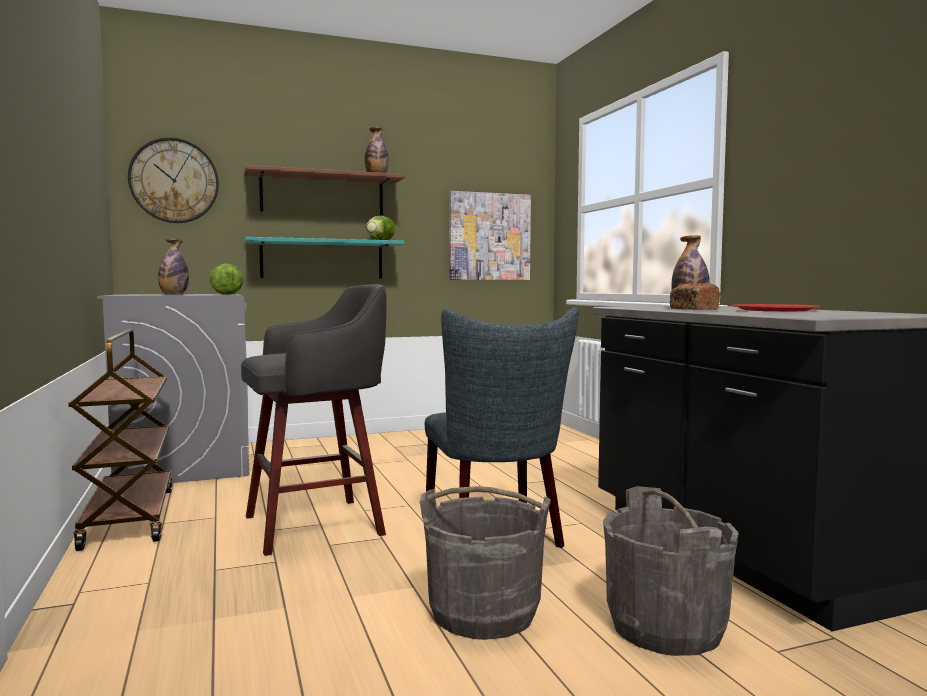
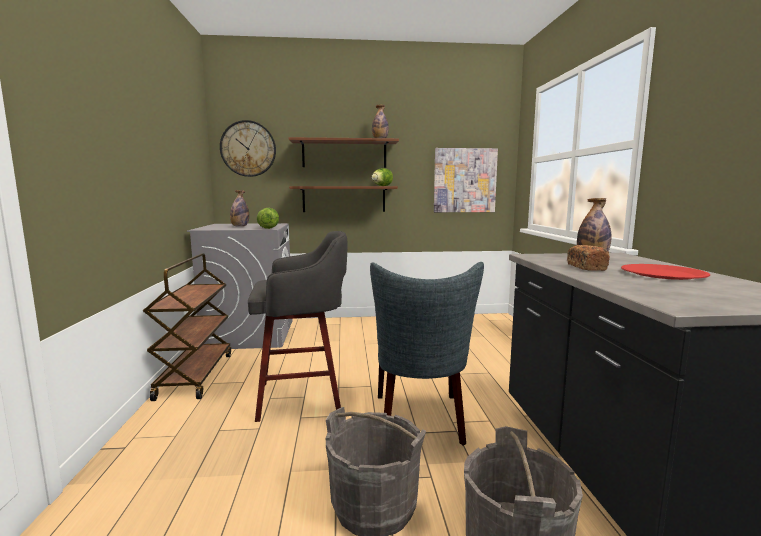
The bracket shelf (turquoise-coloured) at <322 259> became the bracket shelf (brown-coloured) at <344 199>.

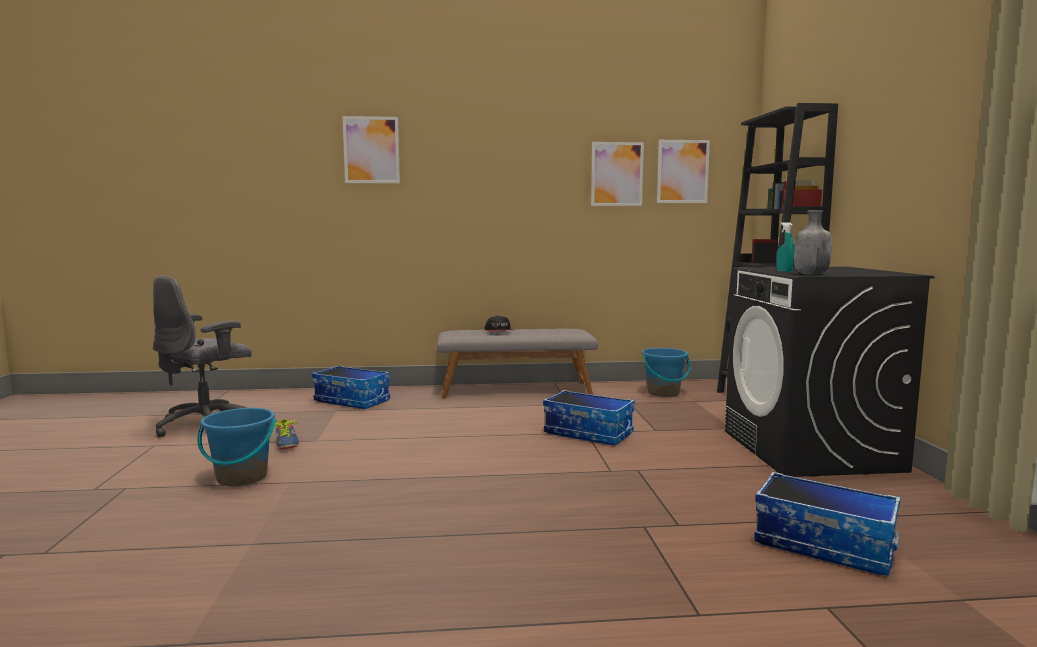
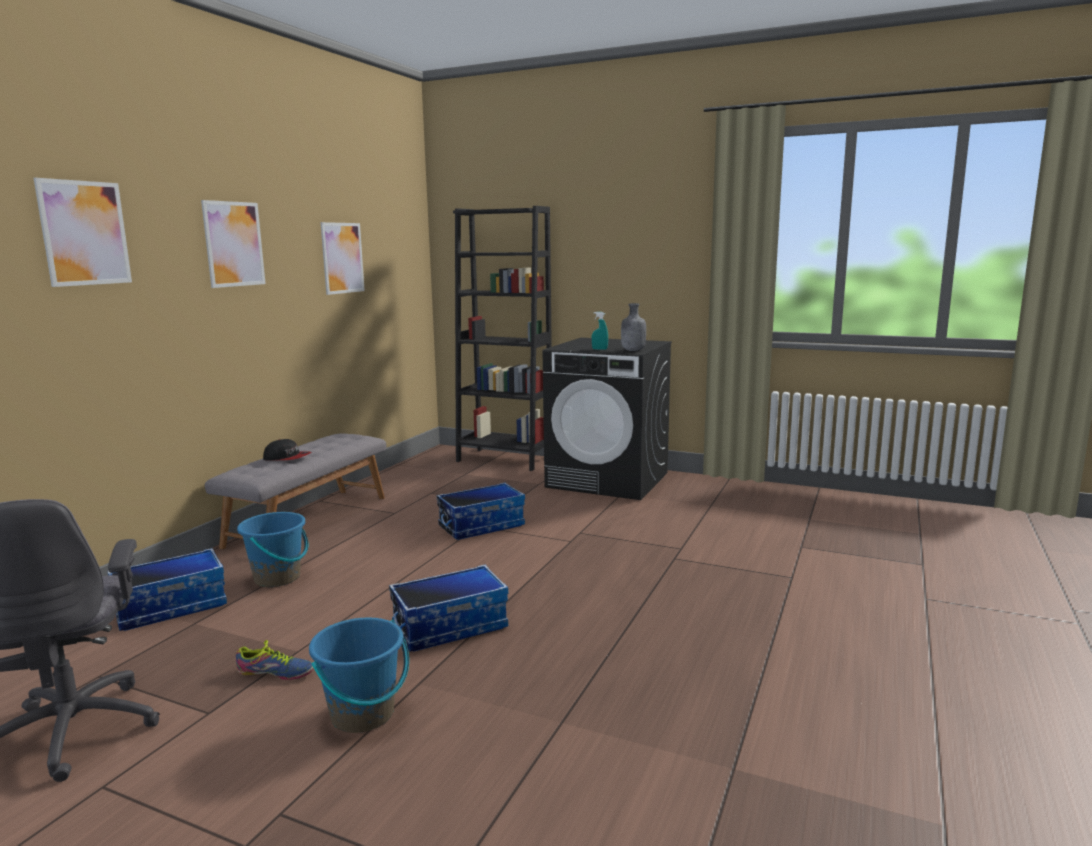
The water bucket (bluish) moved from <663 393> to <277 578>.
The picture moved from <682 171> to <234 244>.
The storage container moved from <825 545> to <450 626>.

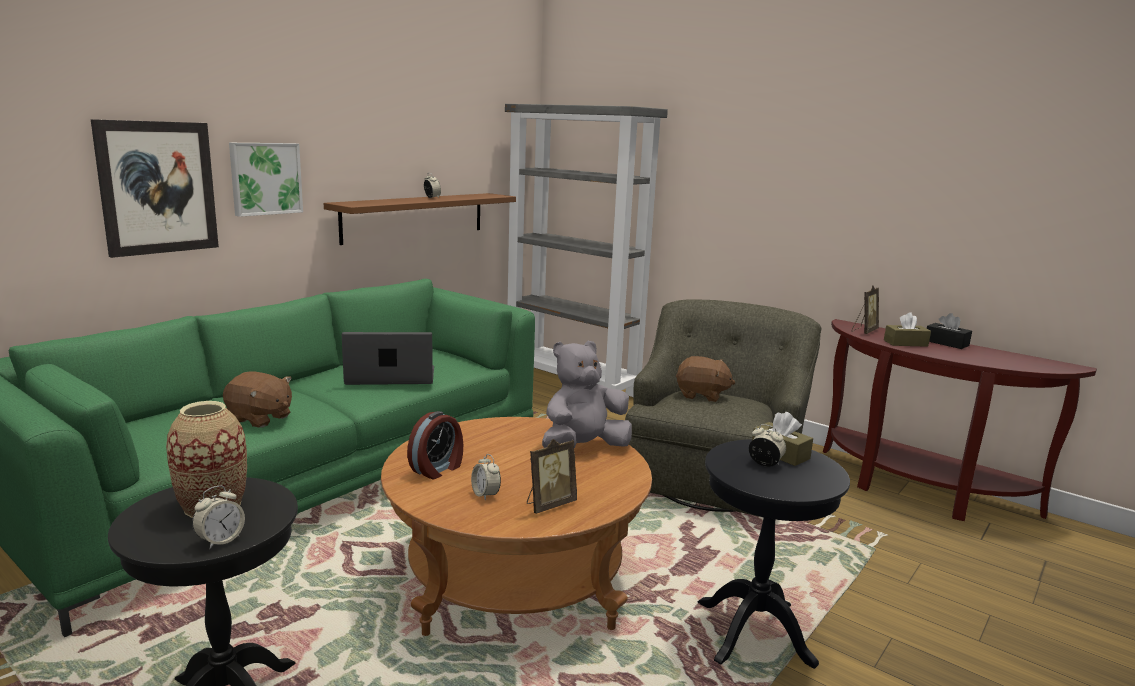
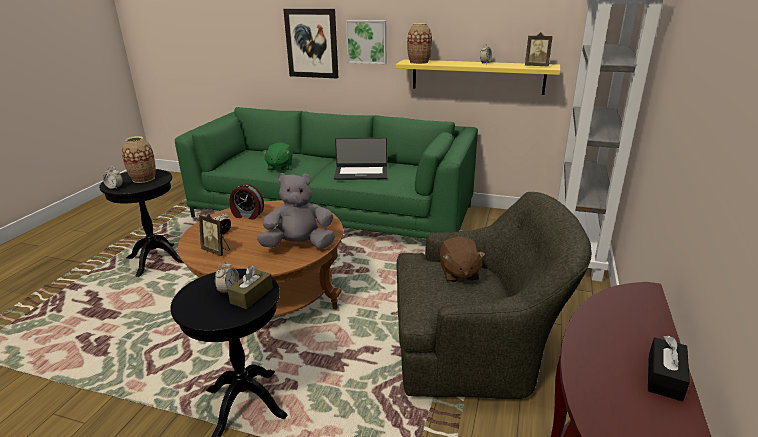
The plush toy (brown-coloured) at <260 418> became the plush toy (green-coloured) at <279 167>.
The bracket shelf (brown-coloured) at <415 217> became the bracket shelf (yellow-coloured) at <477 76>.
The laptop at <390 377> turned 120 degrees clockwise.
The plush toy (grey) at <583 449> turned 45 degrees counterclockwise.
The standing frame moved from <864 331> to <536 66>.
The tissue holder (brown-coloured) at <905 343> disappeared.
The flower vase at <419 62> appeared.

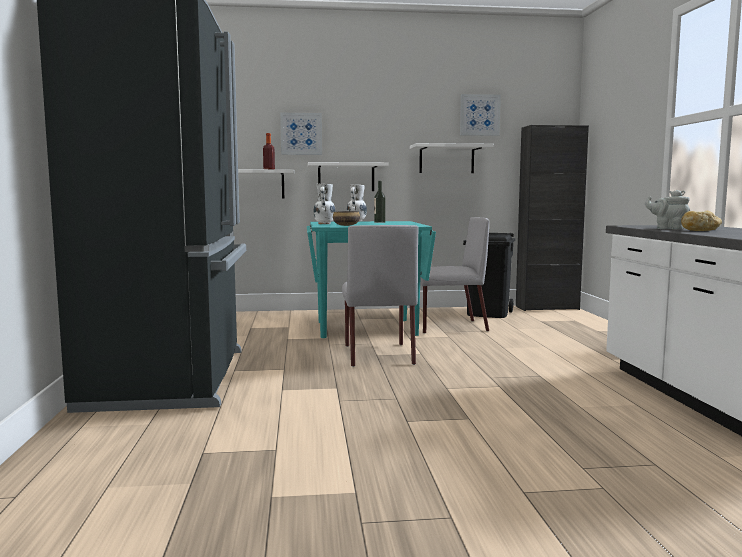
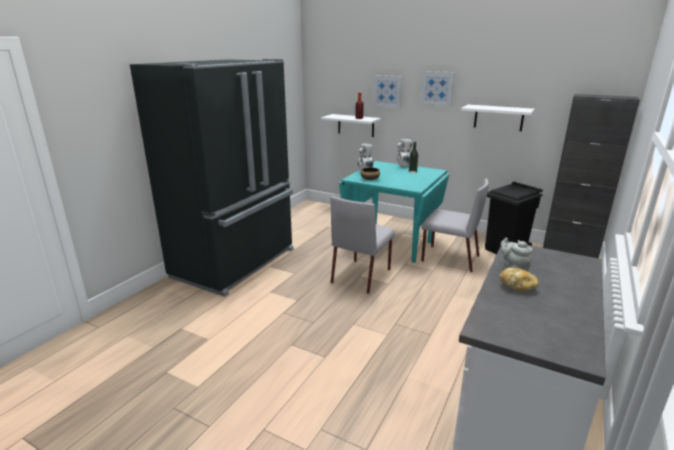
The bracket shelf (whitish) at <346 177> disappeared.
The picture moved from <479 115> to <437 88>.

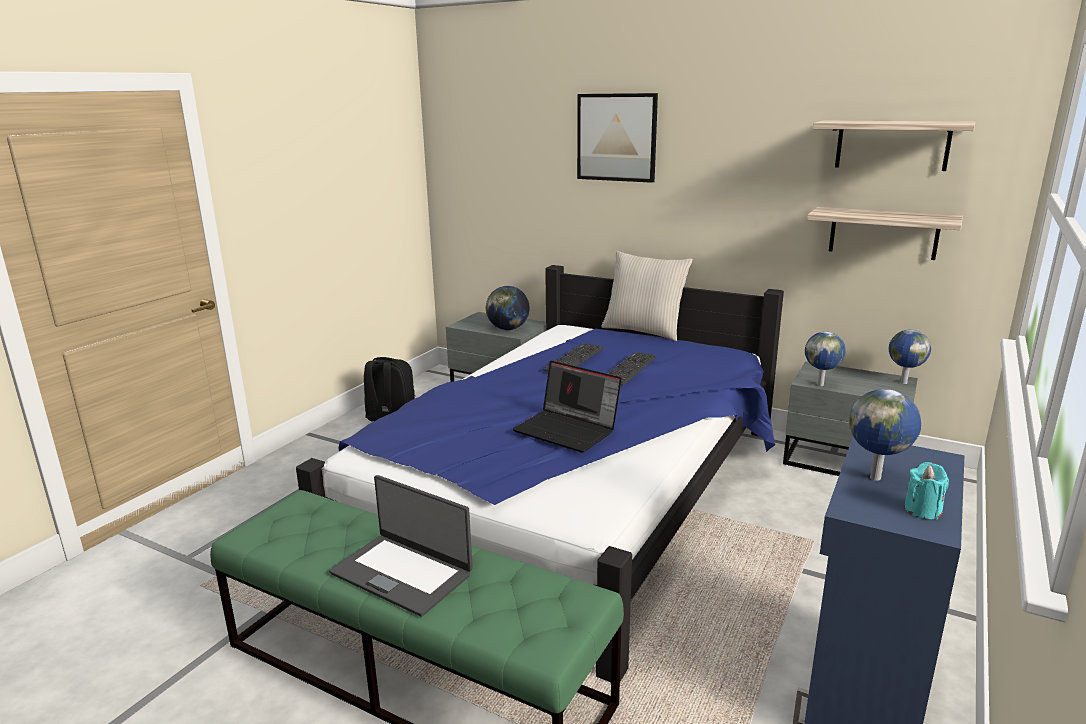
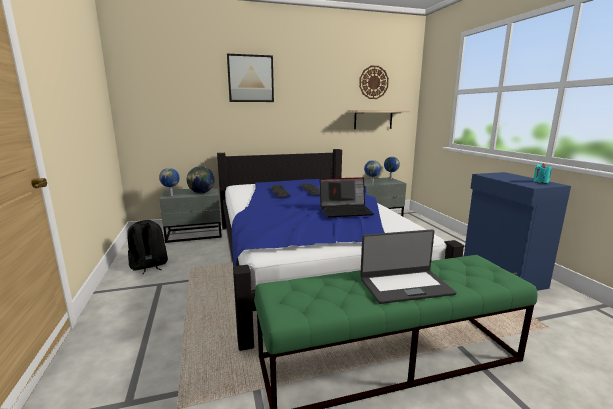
The throw pillow (sand-coloured) at <644 331> disappeared.
The bracket shelf at <892 145> was replaced by the clock on the wall at <373 82>.
The desk globe moved from <877 478> to <171 195>.

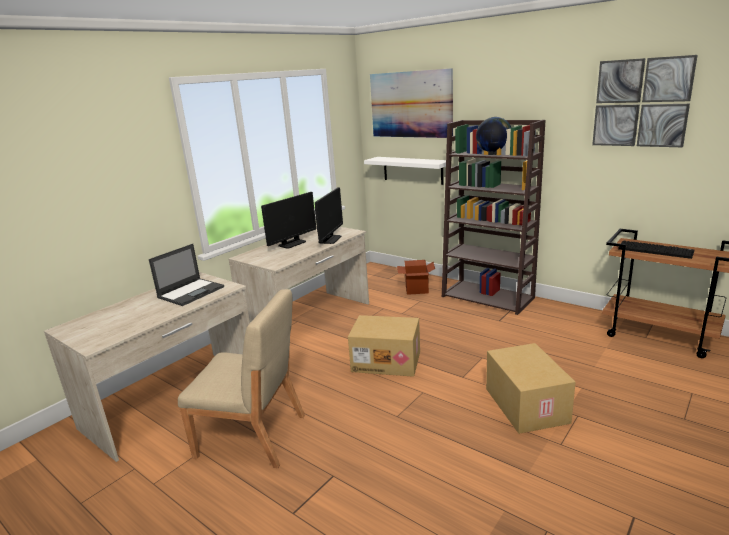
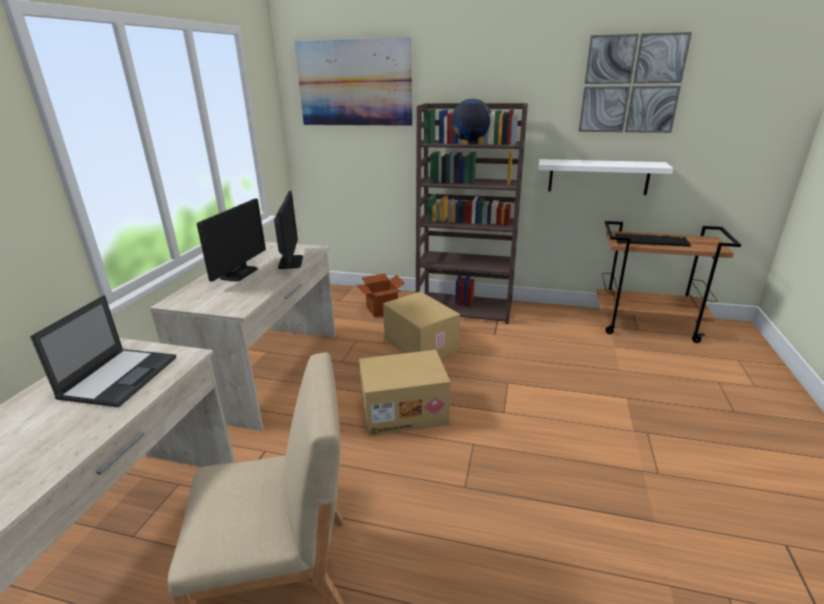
The bracket shelf (whitish) moved from <412 170> to <598 177>.
The carton moved from <524 405> to <419 344>.

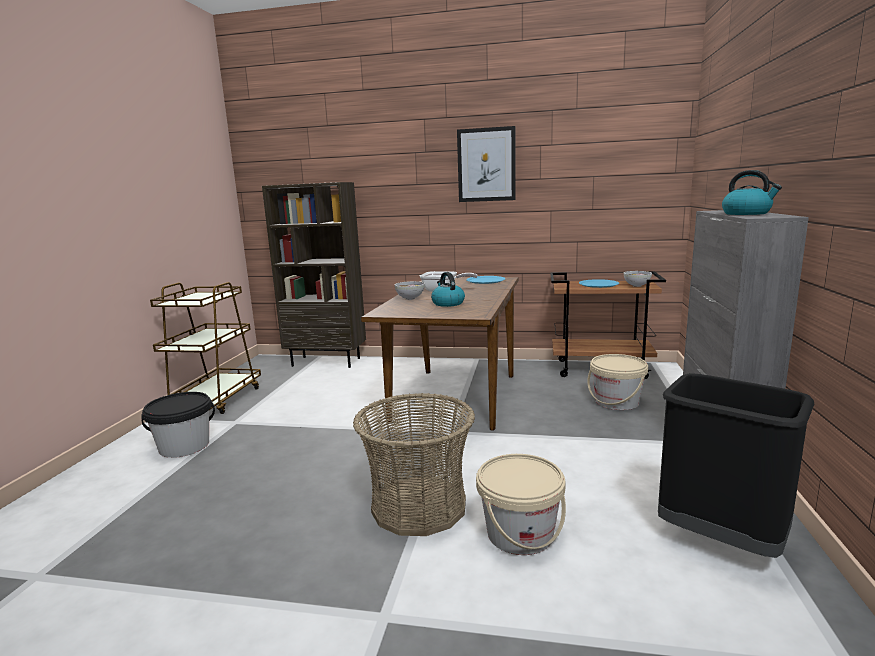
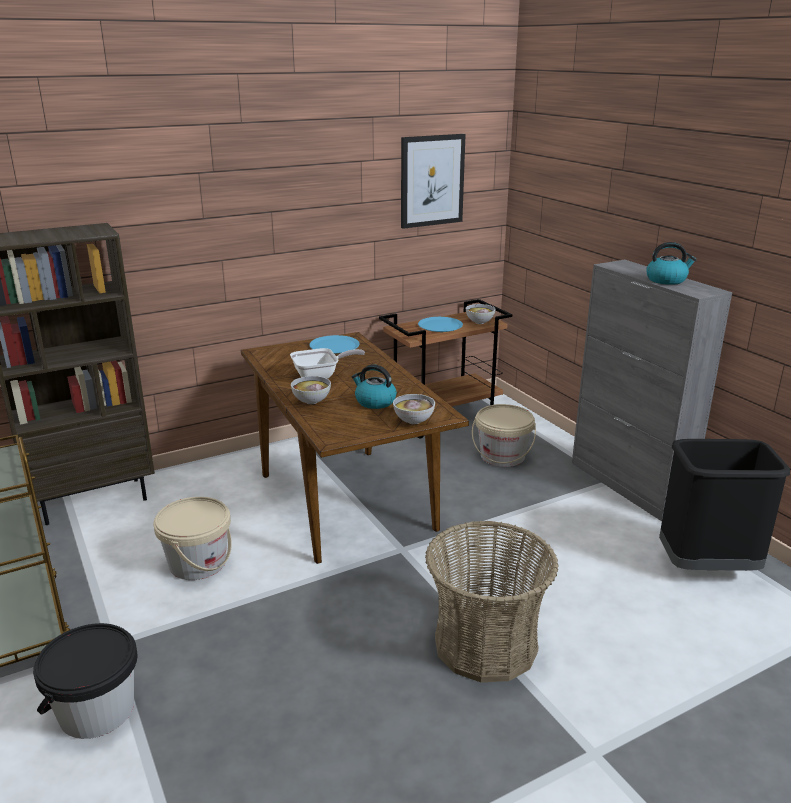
The picture moved from <486 165> to <431 180>.
The water bucket (sand-coloured) moved from <520 534> to <198 563>.
The serving bowl at <414 421> appeared.

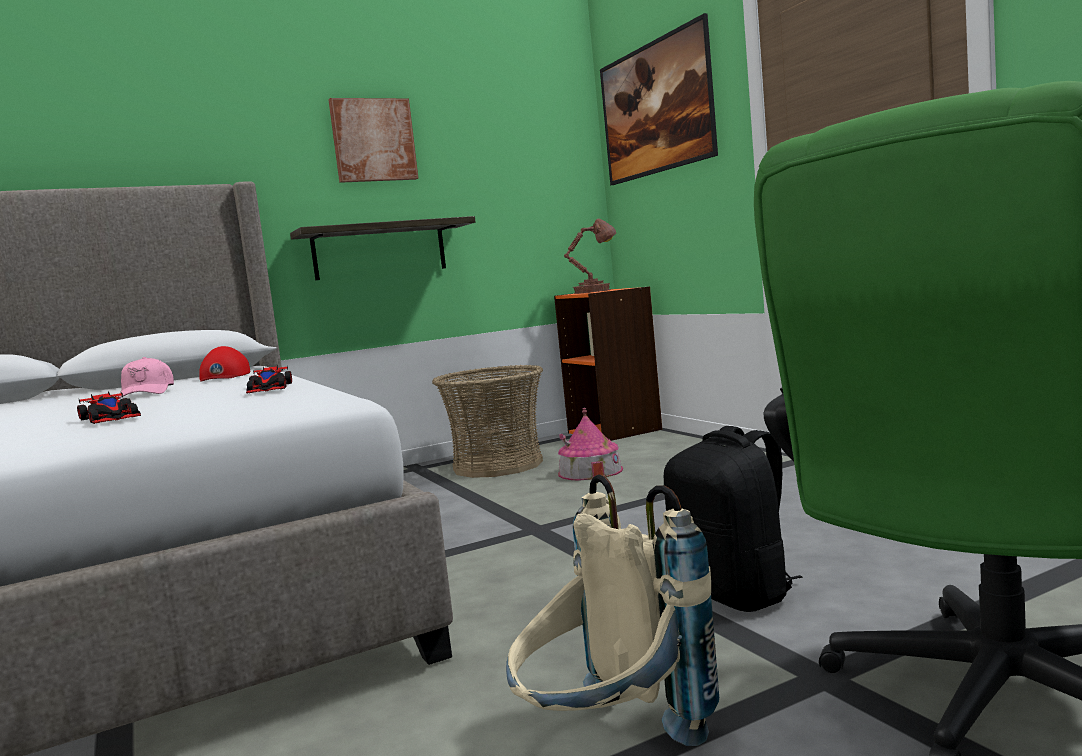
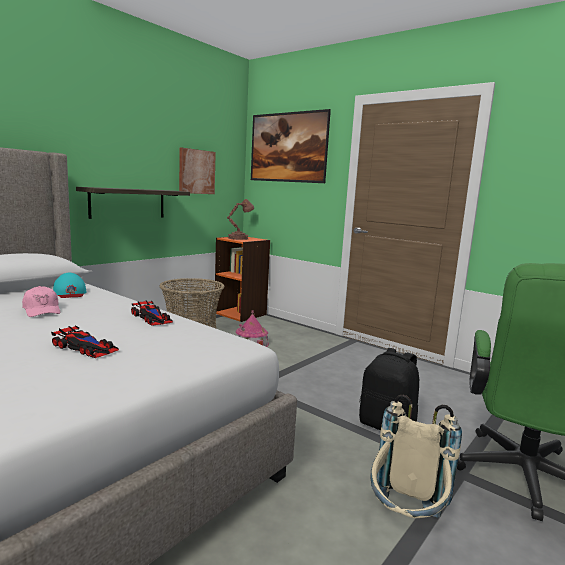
The cap (red) at <223 377> became the cap (turquoise-coloured) at <70 293>.
The picture moved from <373 140> to <196 171>.

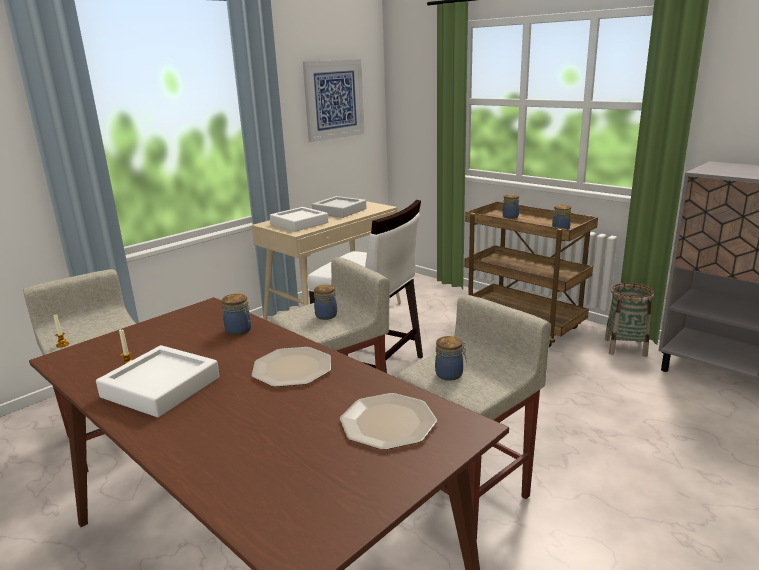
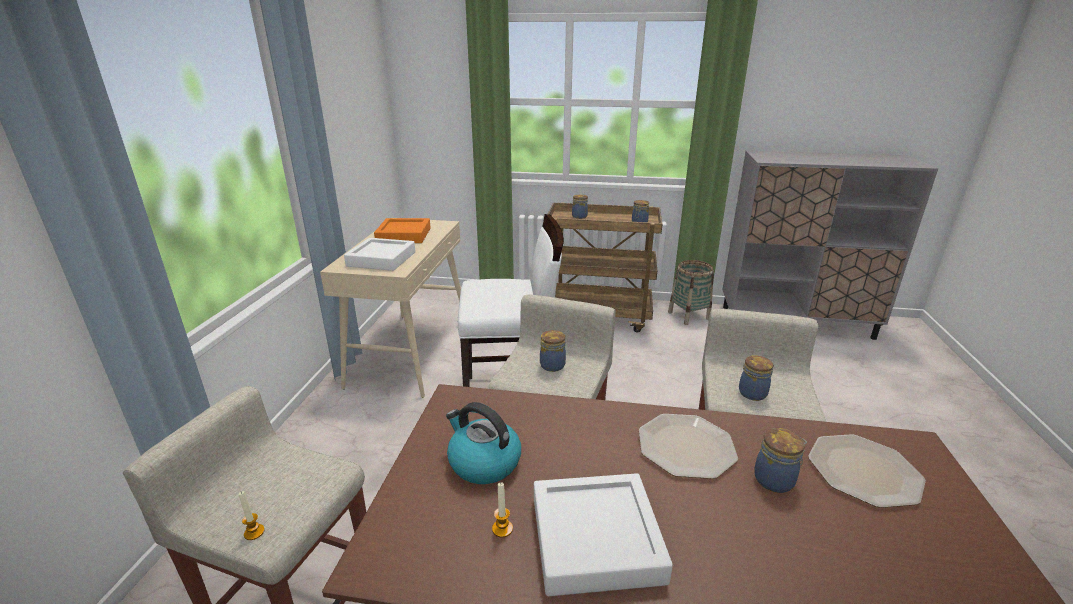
The preserve jar moved from <239 330> to <775 480>.
The picture at <334 99> disappeared.
The carrying tray (grey) at <339 211> became the carrying tray (orange) at <404 235>.
The tea kettle at <483 462> appeared.

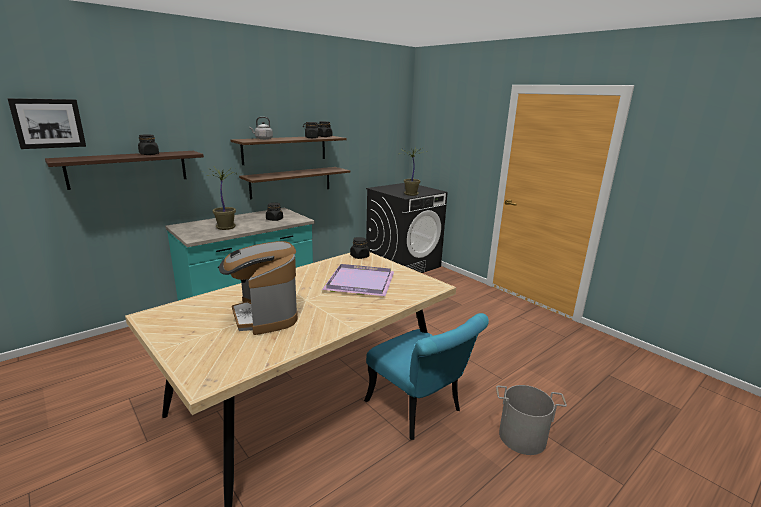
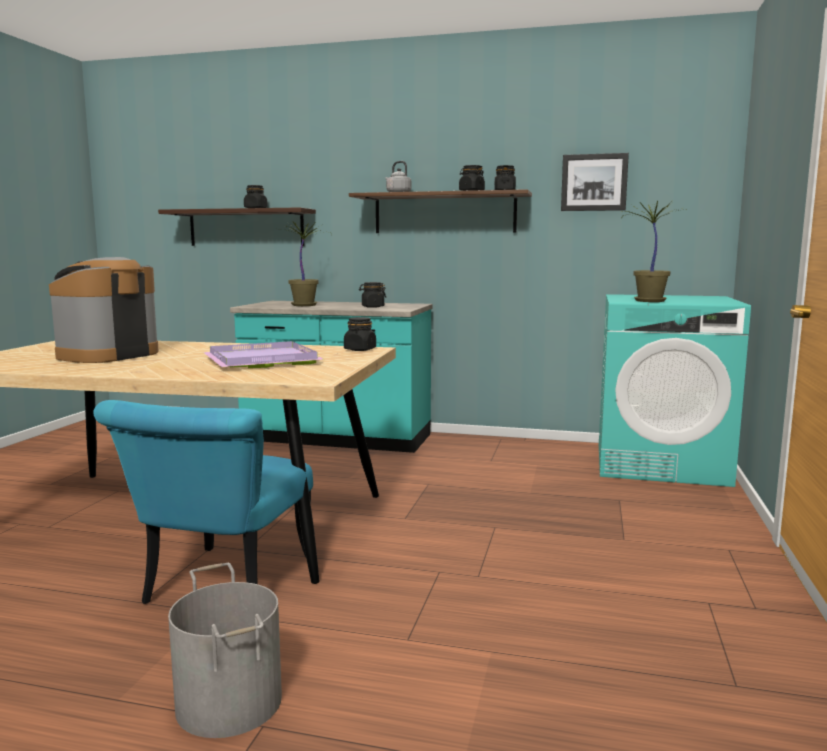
The picture moved from <48 123> to <594 182>.
The bracket shelf at <291 182> disappeared.
The laundry machine (black-coloured) at <403 265> became the laundry machine (turquoise-coloured) at <661 464>.

